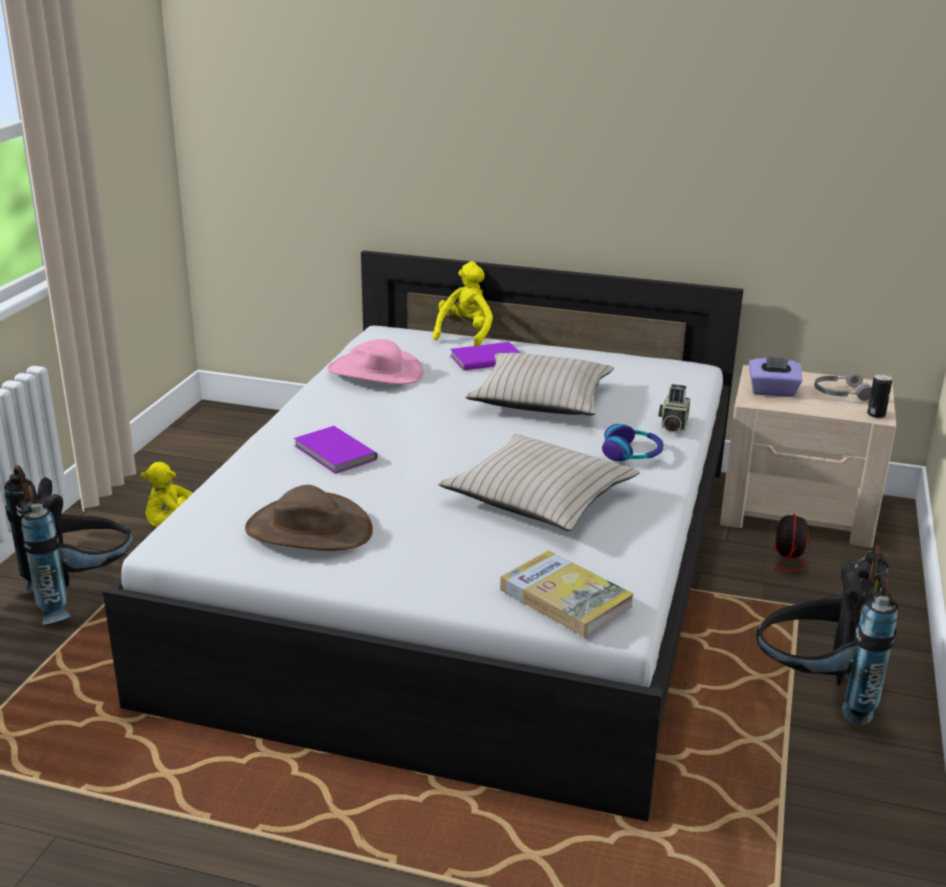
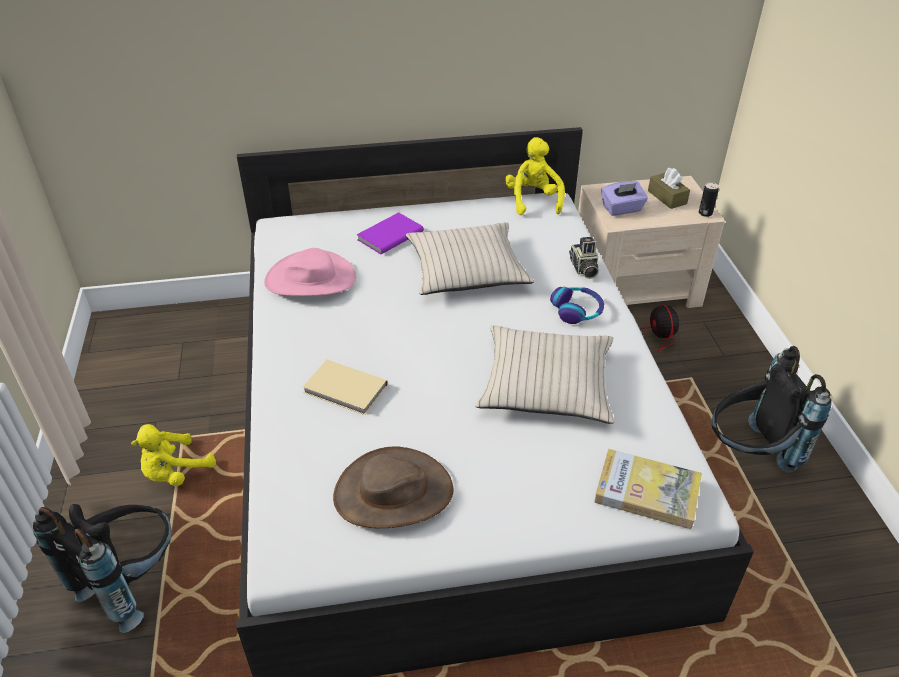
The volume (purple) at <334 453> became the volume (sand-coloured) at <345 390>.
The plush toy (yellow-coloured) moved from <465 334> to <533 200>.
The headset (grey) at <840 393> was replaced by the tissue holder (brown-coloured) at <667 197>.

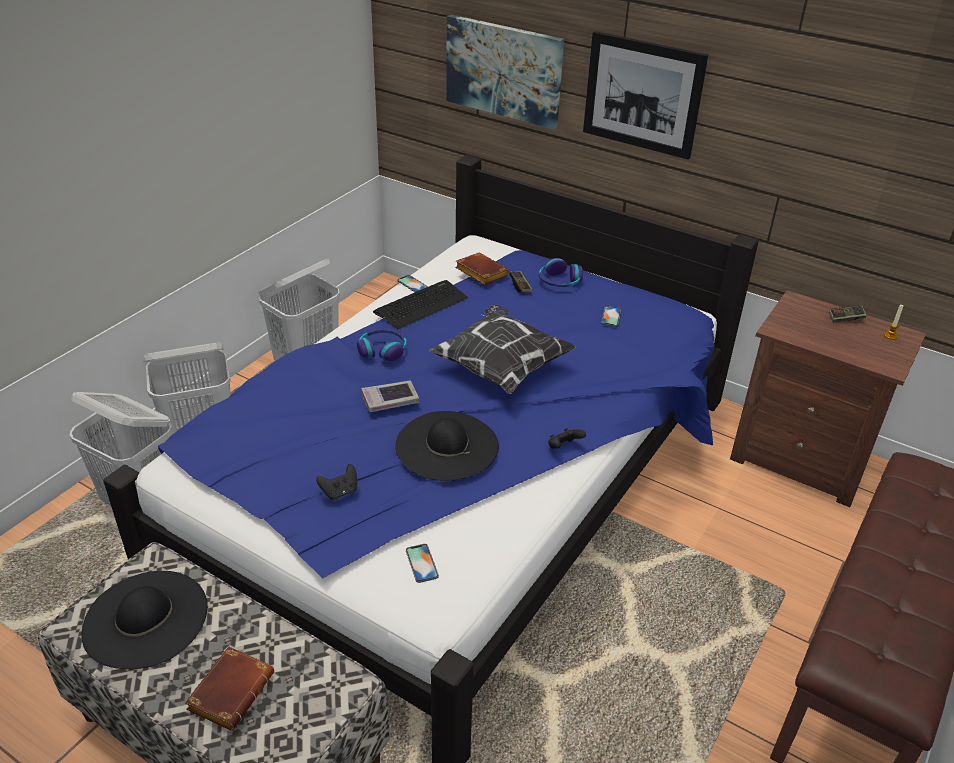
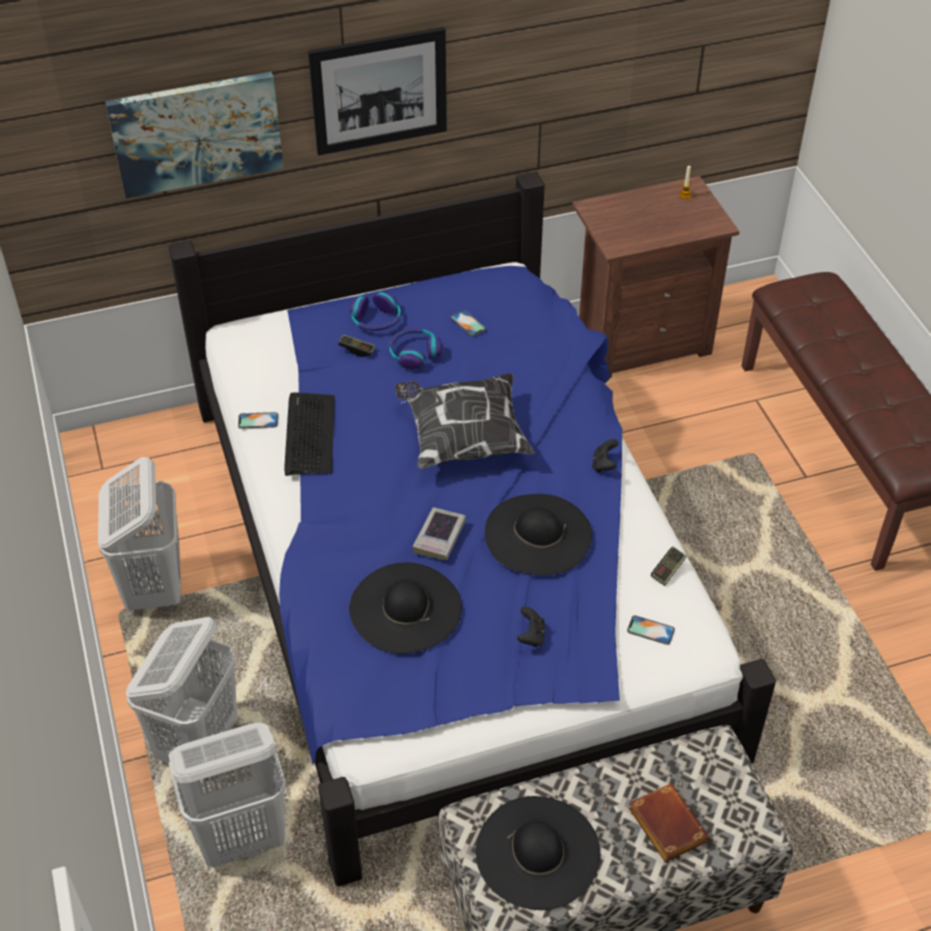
The headset moved from <382 350> to <414 353>.
The volume (brown-coloured) at <479 273> disappeared.
The game controller moved from <845 319> to <668 570>.
The hat (black-coloured) at <405 608> appeared.

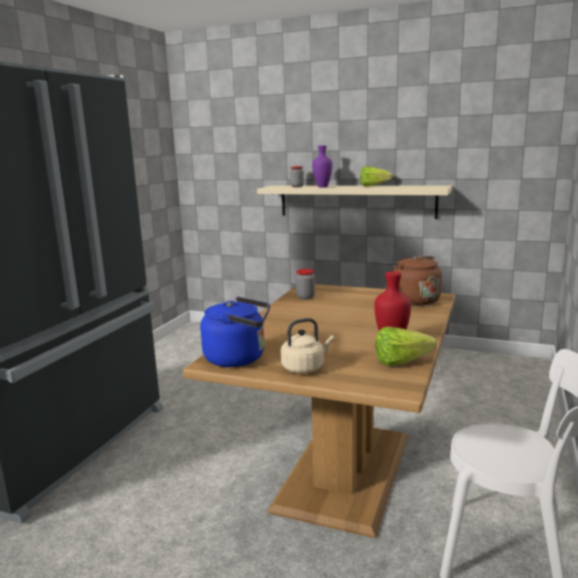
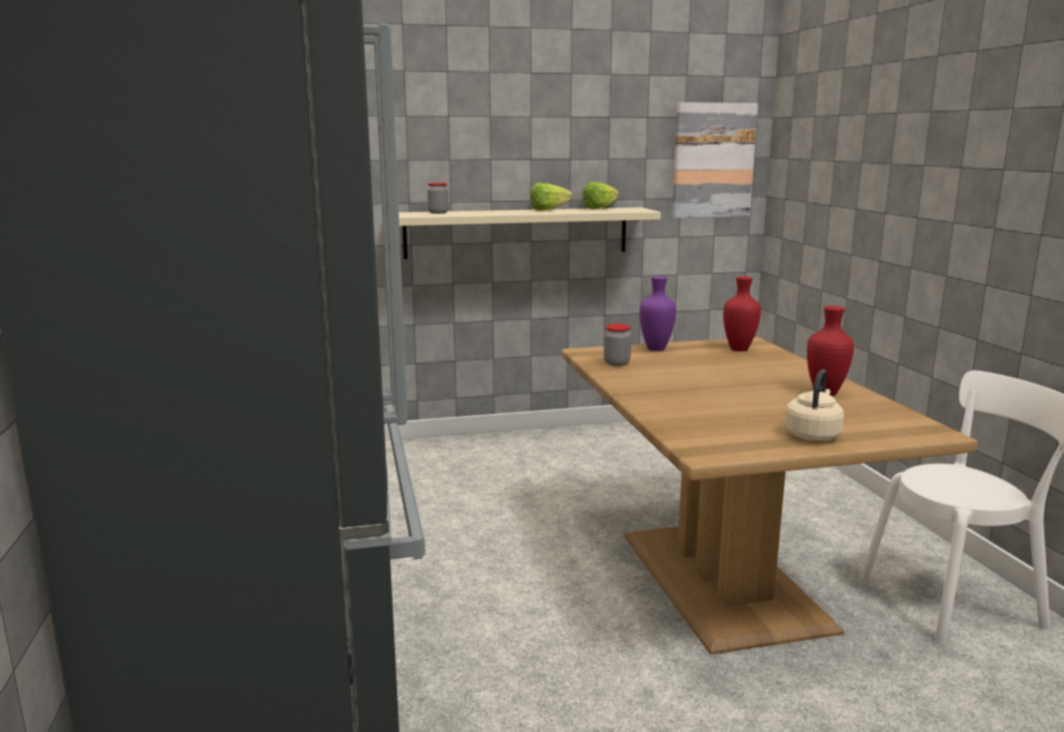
The tea kettle (bluish) at <239 358> disappeared.
The flower vase (purple) moved from <323 187> to <657 349>.
The lettuce head moved from <406 362> to <603 208>.
The tea kettle (brown-coloured) at <412 300> was replaced by the flower vase (red) at <738 349>.
The picture at <713 160> appeared.

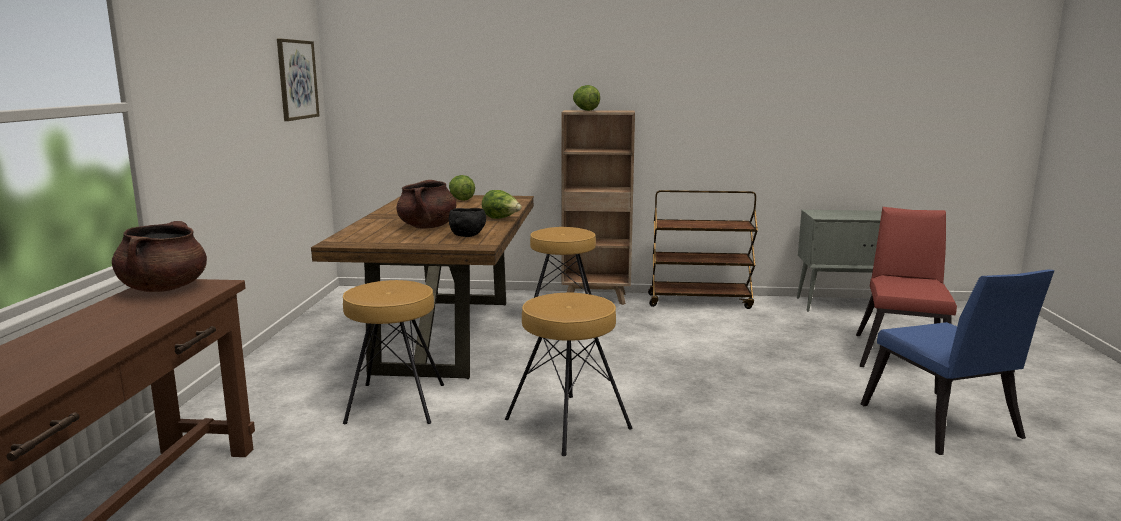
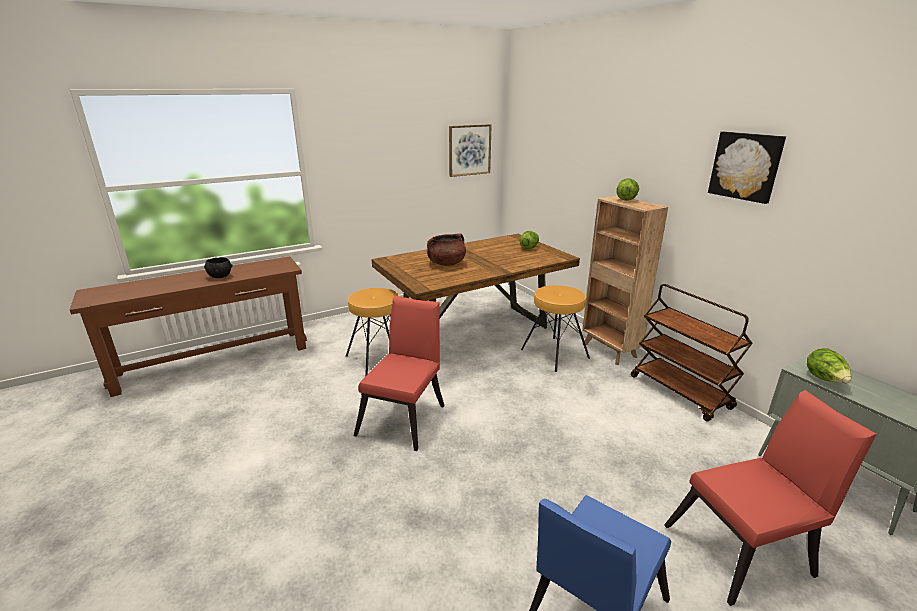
The saucepot (brown-coloured) at <164 288> disappeared.
The serving bowl (black-coloured) moved from <467 236> to <220 277>.
The lettuce head moved from <501 219> to <825 380>.
The stool seat (brown-coloured) at <568 423> was replaced by the upright chair (red) at <405 416>.
The picture at <746 166> appeared.

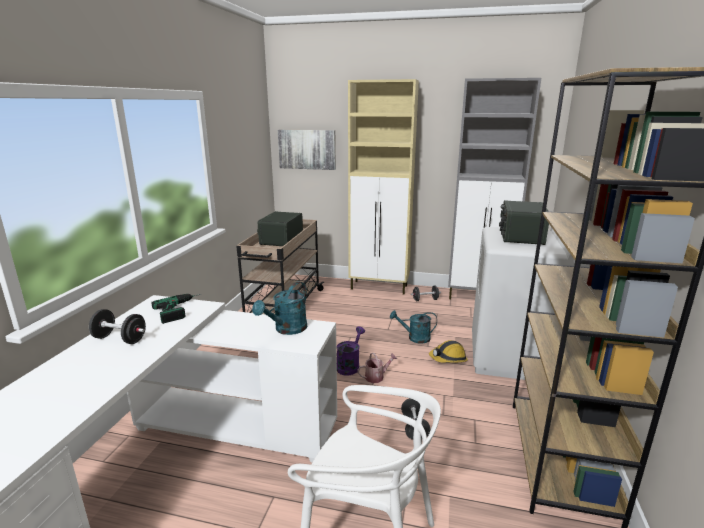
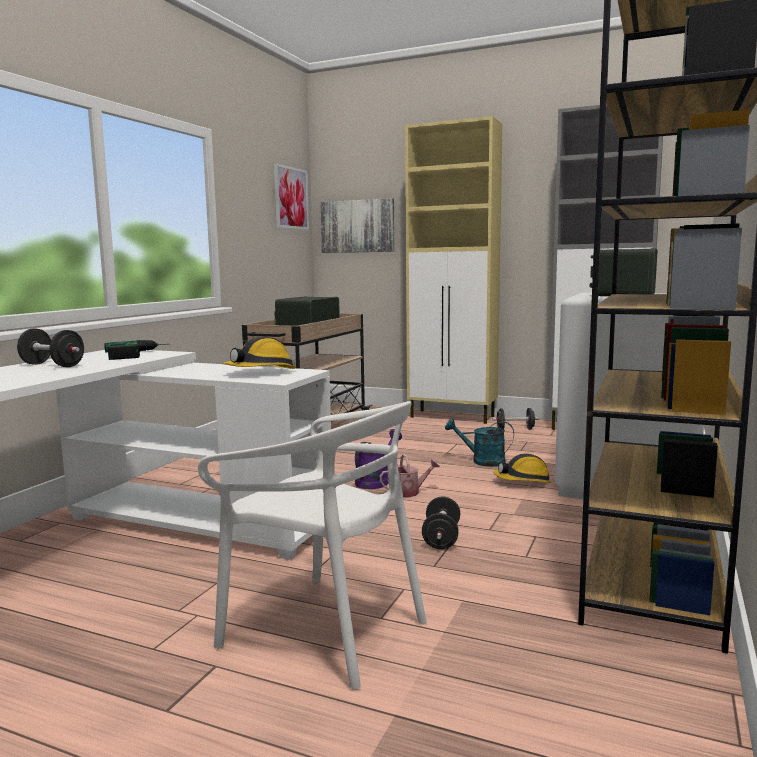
The watering pot (turquoise-coloured) at <287 329> was replaced by the safety helmet at <261 372>.
The picture at <290 198> appeared.

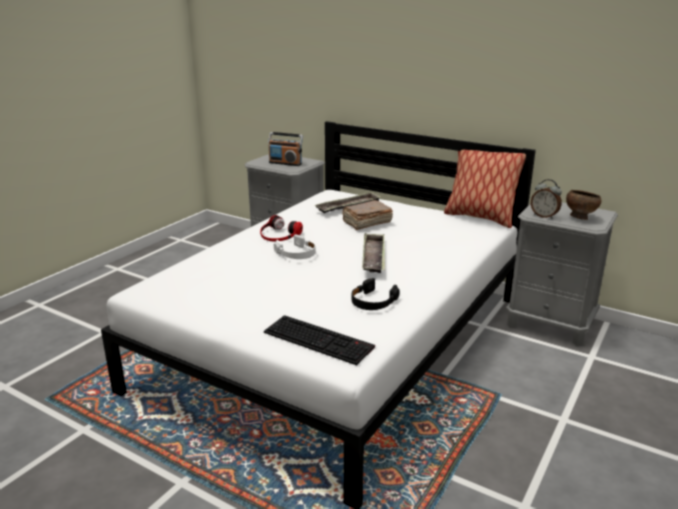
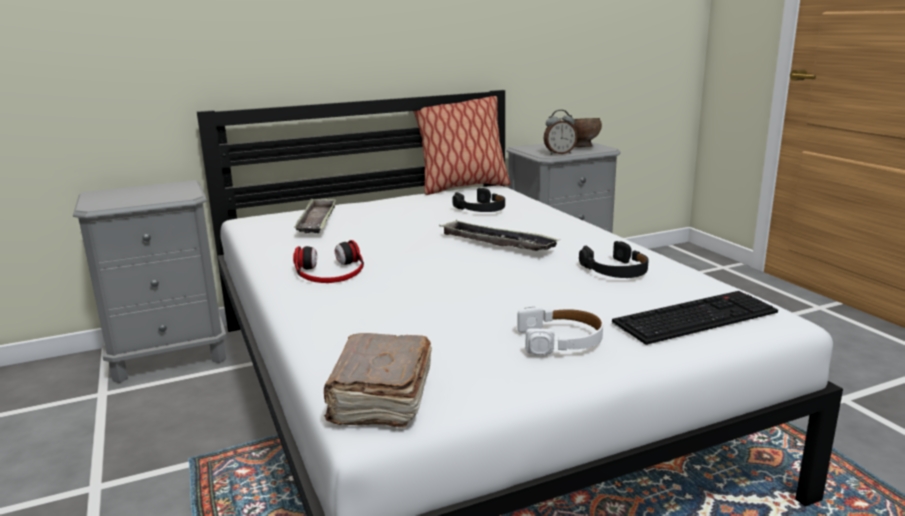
The radio set at <285 163> disappeared.
The headset (whitish) moved from <296 253> to <561 340>.
The volume (brown-coloured) moved from <366 223> to <380 398>.
The headset (black-coloured) at <481 209> appeared.

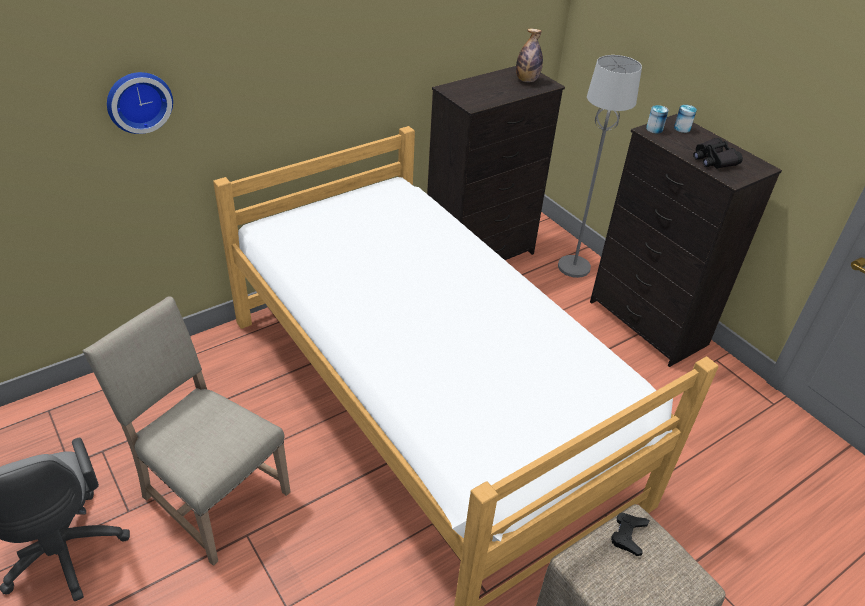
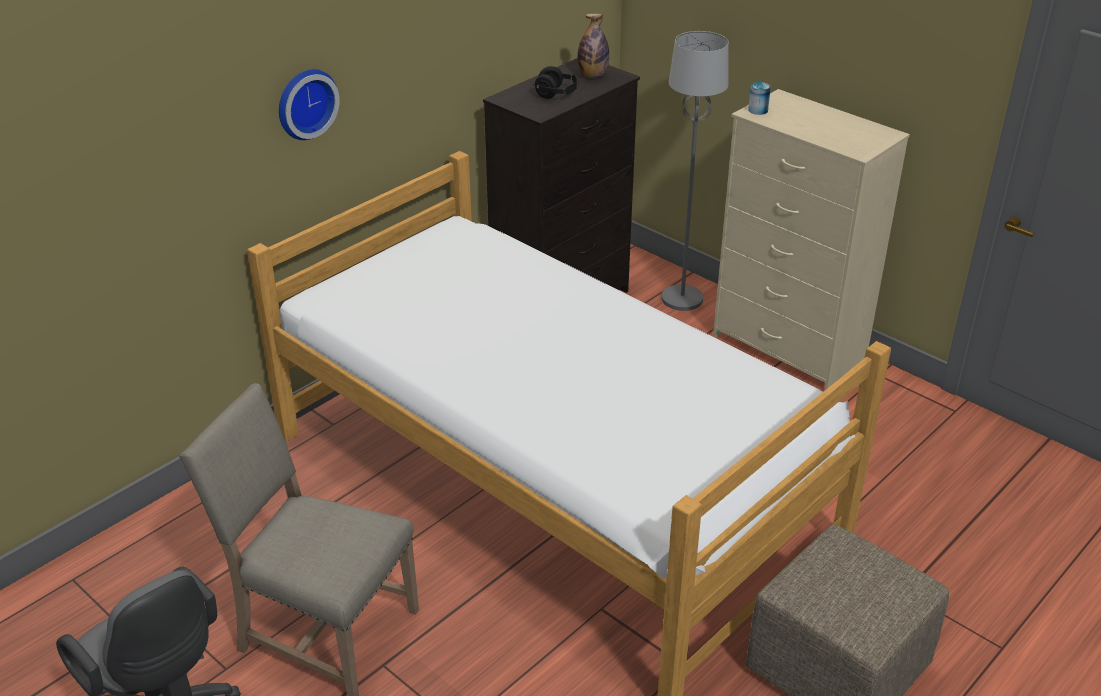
The clock on the wall moved from <138 101> to <304 102>.
The dresser (black-coloured) at <647 324> became the dresser (sand-coloured) at <788 349>.
The game controller (black-coloured) at <628 535> disappeared.
The metal can at <682 128> disappeared.
The pair of binoculars (black-coloured) at <713 160> disappeared.
The headset (black-coloured) at <557 94> appeared.

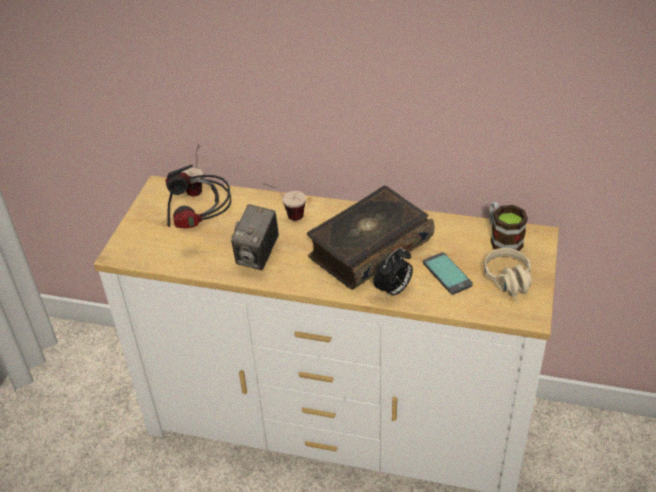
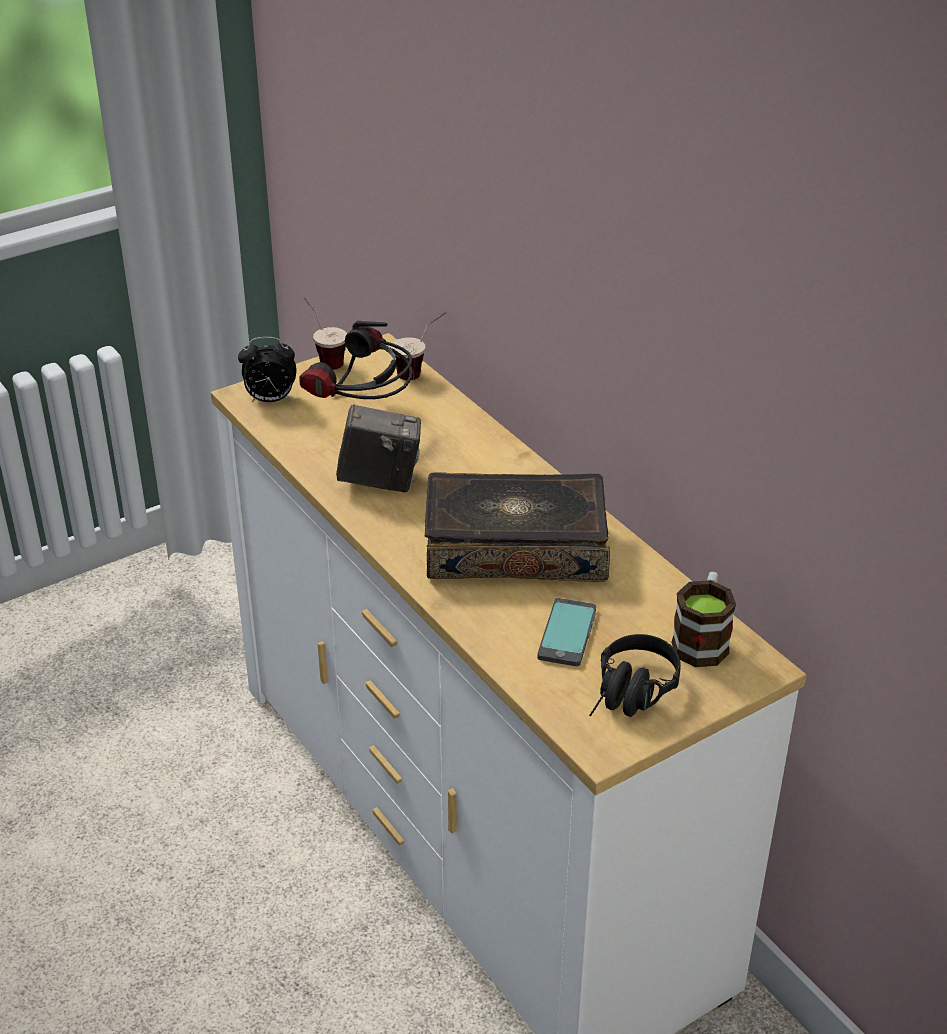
The still camera at <258 256> turned 150 degrees counterclockwise.
The drinking cup moved from <286 215> to <324 358>.
The bedside clock moved from <393 290> to <270 400>.
The headset (sand-coloured) at <511 285> became the headset (black-coloured) at <630 697>.

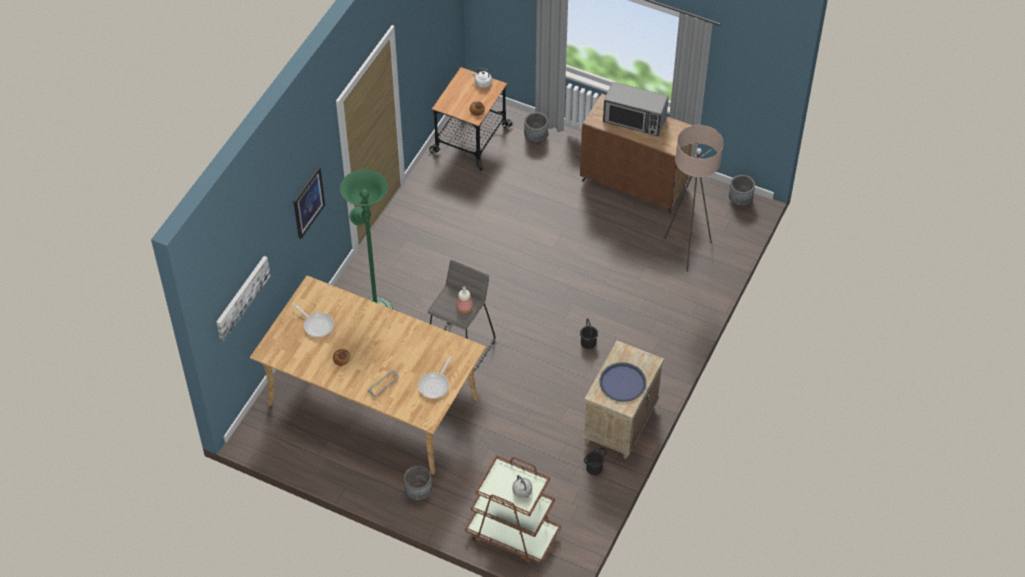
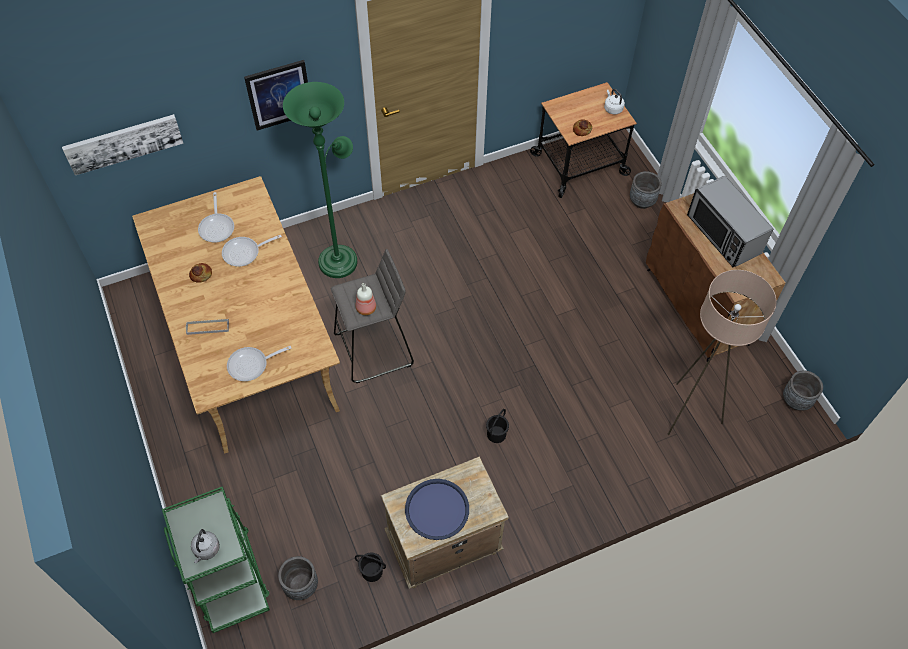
The planter (grey) moved from <418 492> to <301 585>.
The cart (brown-coloured) at <512 534> became the cart (green-coloured) at <228 575>.
The frying pan at <245 253> appeared.

